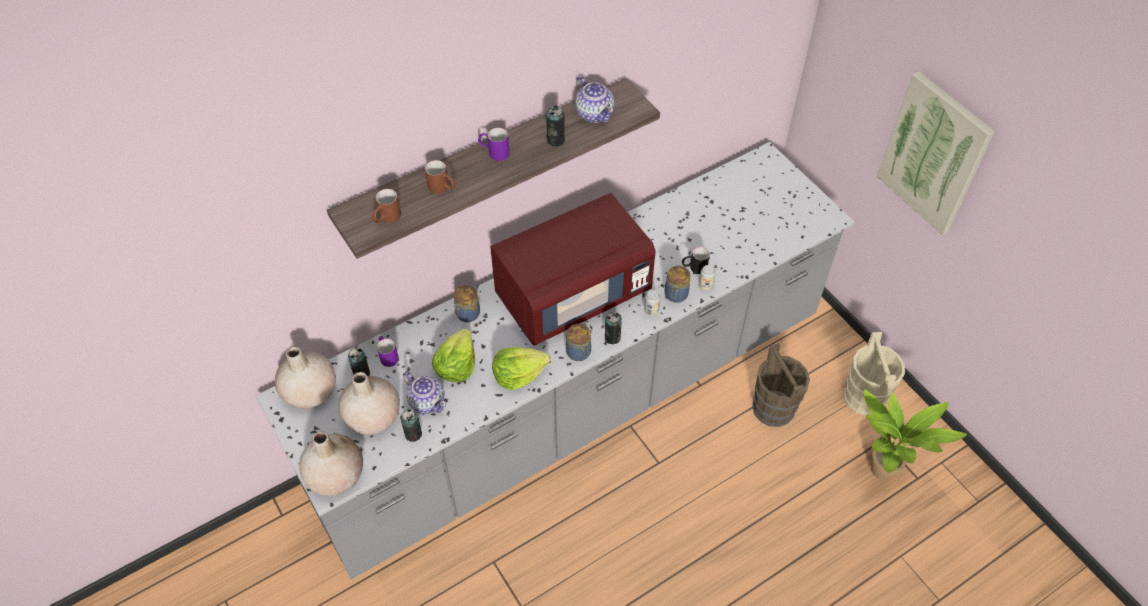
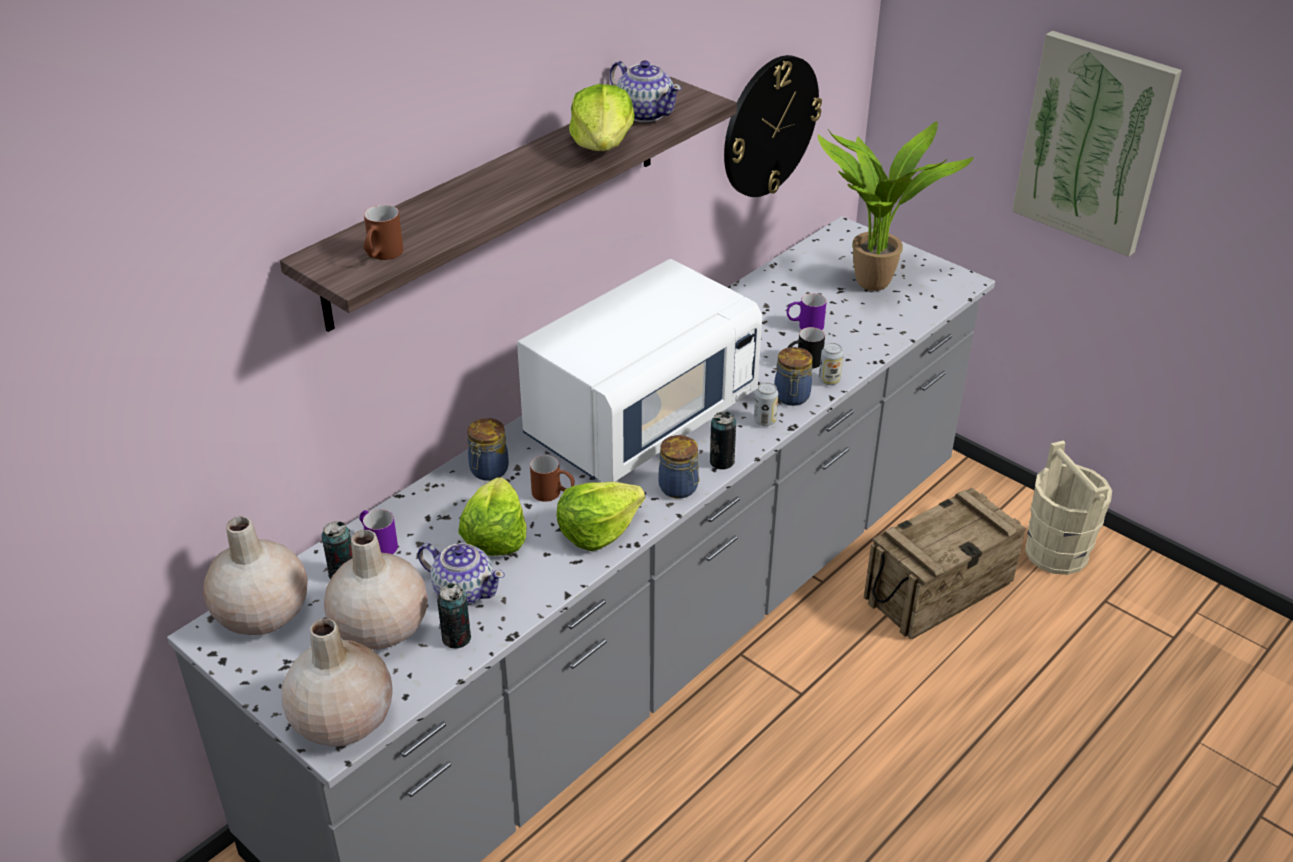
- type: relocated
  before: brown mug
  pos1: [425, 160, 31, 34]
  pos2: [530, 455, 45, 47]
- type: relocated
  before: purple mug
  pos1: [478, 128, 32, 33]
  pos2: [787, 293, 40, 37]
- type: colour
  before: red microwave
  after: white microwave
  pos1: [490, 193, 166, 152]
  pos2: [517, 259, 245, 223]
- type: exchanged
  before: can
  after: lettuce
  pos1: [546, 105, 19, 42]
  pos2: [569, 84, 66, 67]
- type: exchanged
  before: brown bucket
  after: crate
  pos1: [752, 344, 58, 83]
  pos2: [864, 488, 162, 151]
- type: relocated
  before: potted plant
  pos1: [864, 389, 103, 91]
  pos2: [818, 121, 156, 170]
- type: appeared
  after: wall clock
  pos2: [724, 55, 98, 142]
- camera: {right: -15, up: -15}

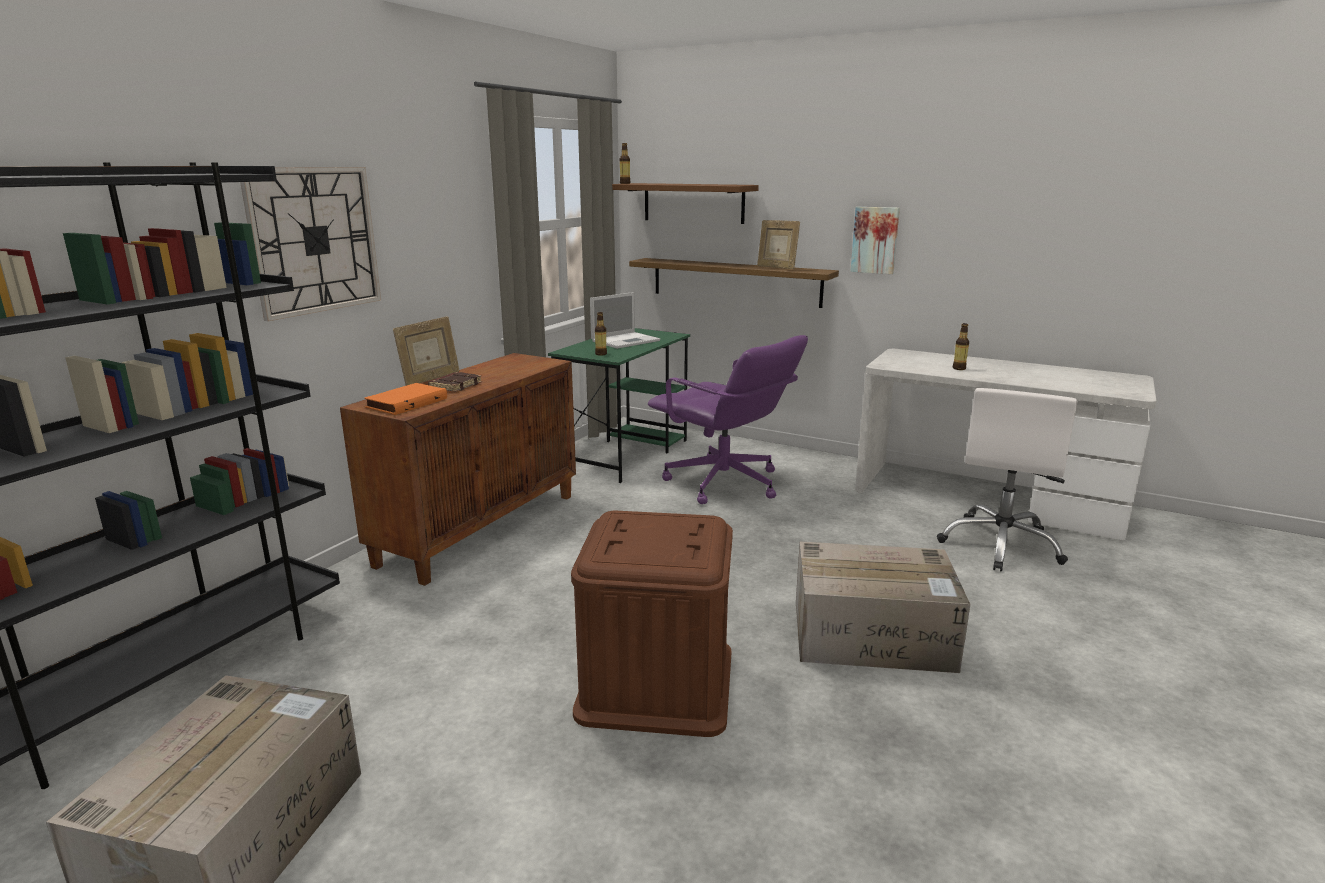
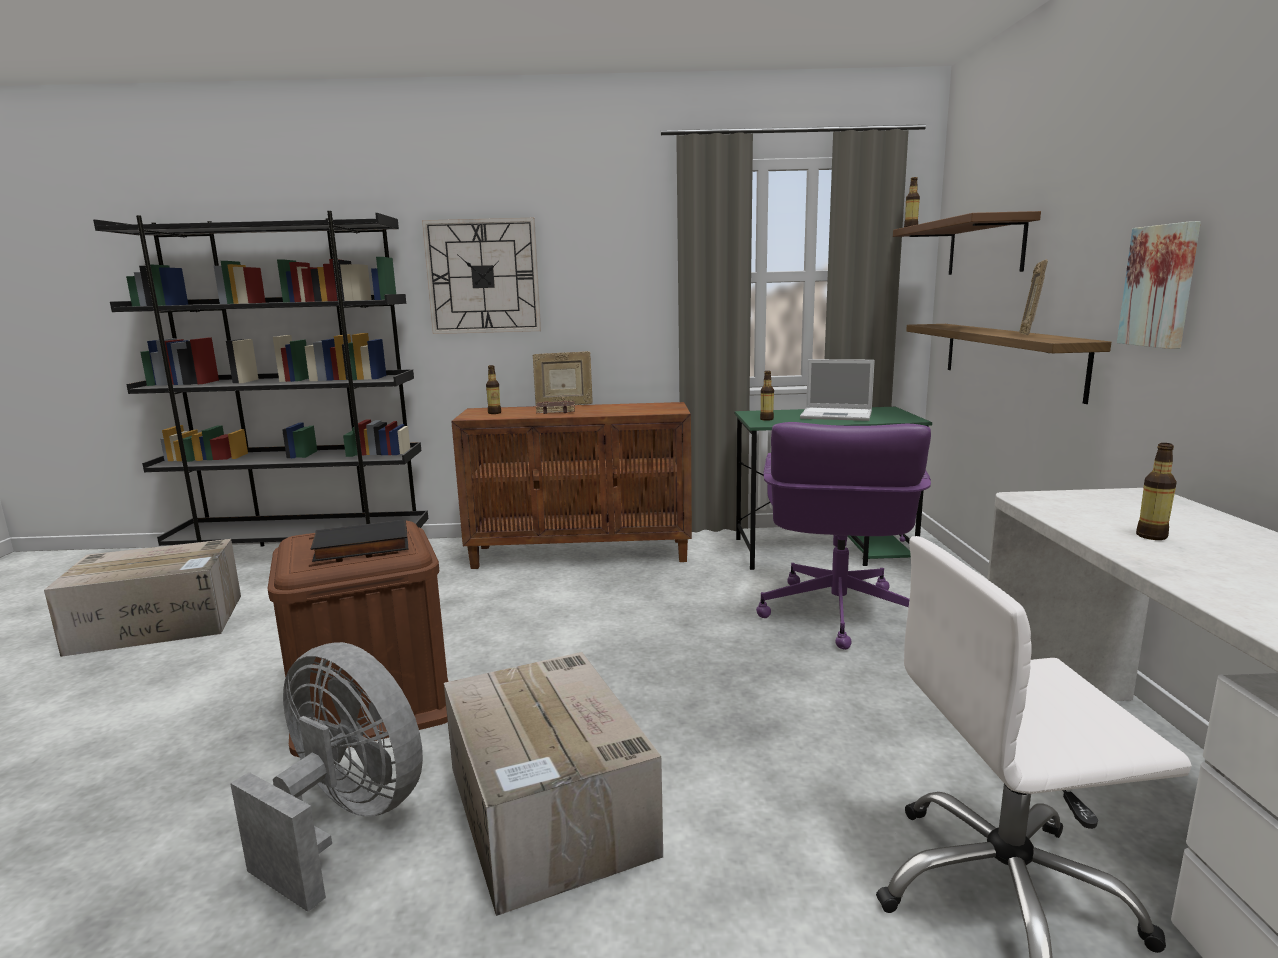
- type: exchanged
  before: orange book
  after: bottle
  pos1: [364, 383, 83, 32]
  pos2: [486, 365, 15, 49]
- type: appeared
  after: grey fan
  pos2: [230, 642, 193, 270]
- type: appeared
  after: black book
  pos2: [311, 520, 97, 42]
- camera: {right: 60, up: -5}

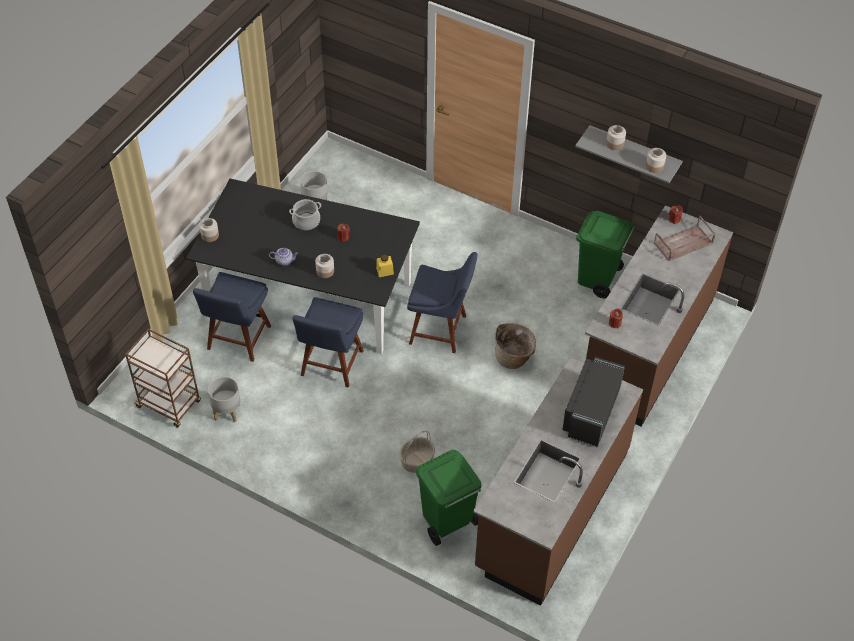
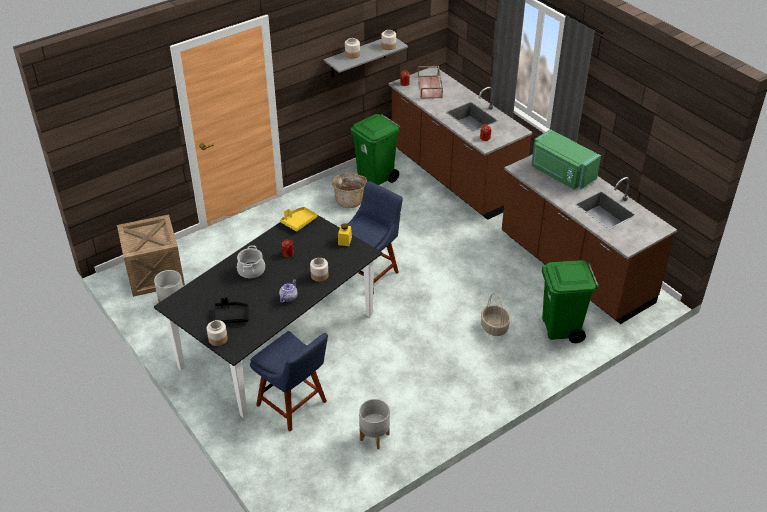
- type: missing
  before: brown cart
  pos1: [125, 329, 76, 99]
- type: missing
  before: blue chair
  pos1: [292, 297, 72, 91]
- type: relocated
  before: basket
  pos1: [495, 323, 41, 46]
  pos2: [332, 173, 35, 35]
- type: colour
  before: black microwave
  after: green microwave
  pos1: [562, 357, 63, 90]
  pos2: [531, 129, 70, 61]
- type: appeared
  after: crate
  pos2: [117, 215, 68, 82]
- type: appeared
  after: black tray
  pos2: [214, 297, 34, 27]
- type: appeared
  after: yellow tray
  pos2: [280, 207, 38, 25]
- camera: {right: -65, up: -10}

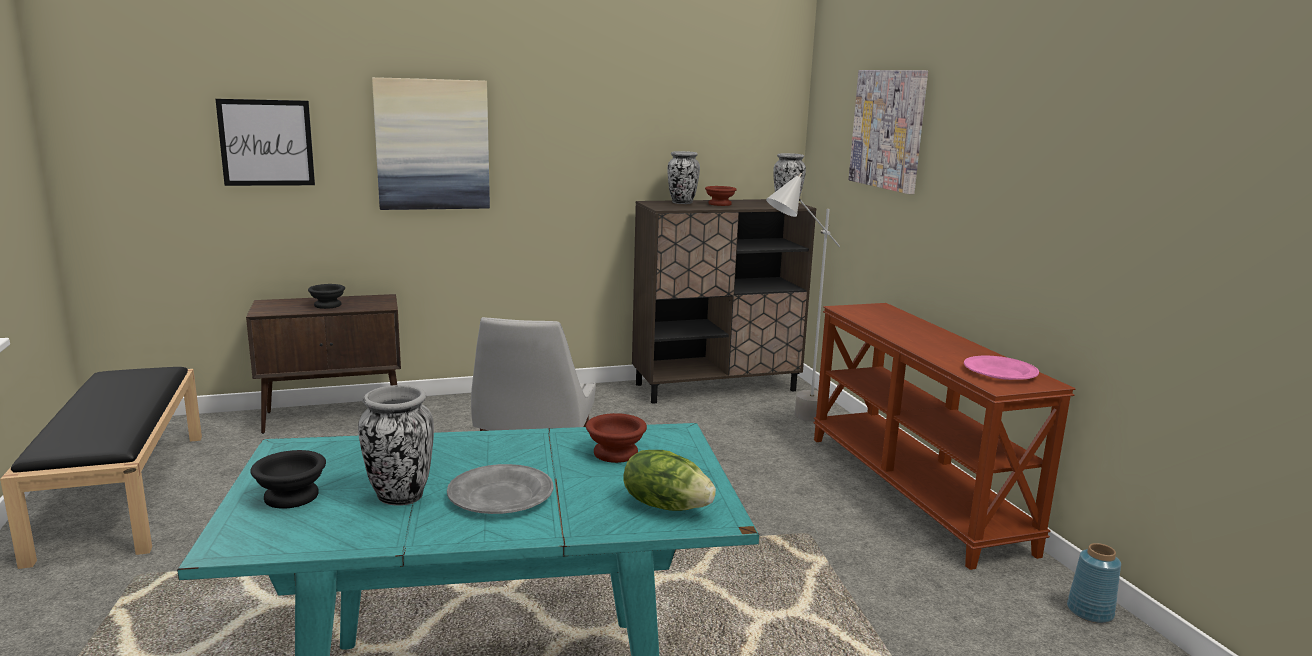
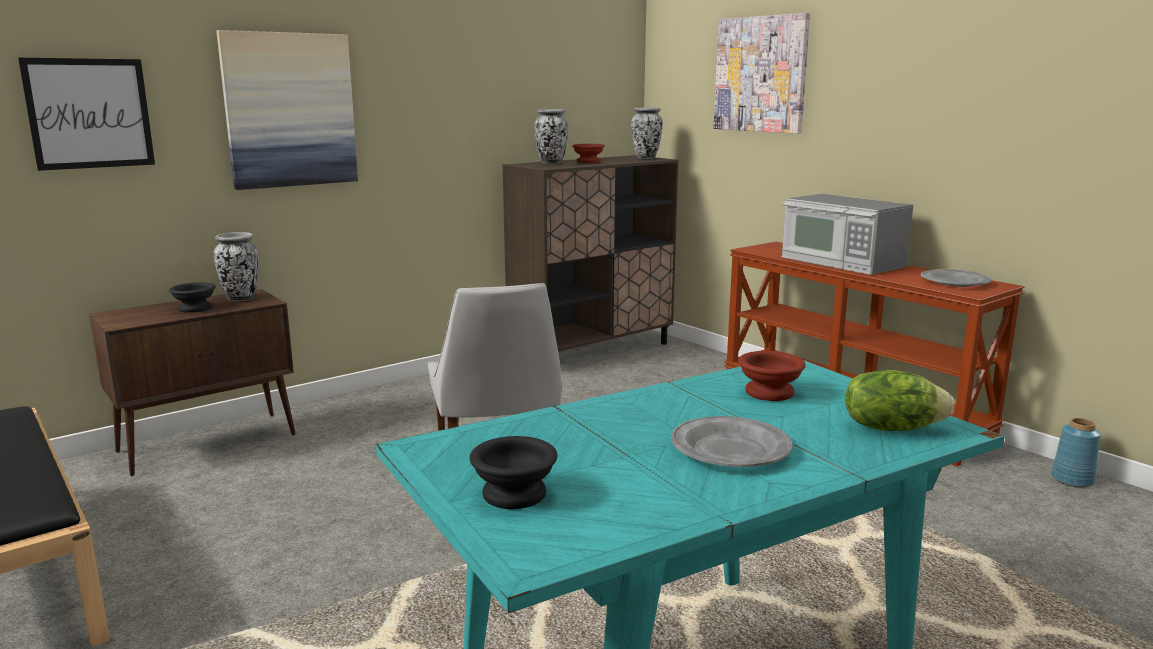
- type: relocated
  before: vase
  pos1: [358, 385, 76, 121]
  pos2: [213, 232, 46, 69]
- type: missing
  before: grey floor lamp
  pos1: [766, 173, 74, 249]
- type: colour
  before: pink plate
  after: grey plate
  pos1: [964, 356, 75, 24]
  pos2: [921, 269, 71, 18]
- type: appeared
  after: microwave
  pos2: [782, 194, 131, 81]
- camera: {right: -20, up: 0}

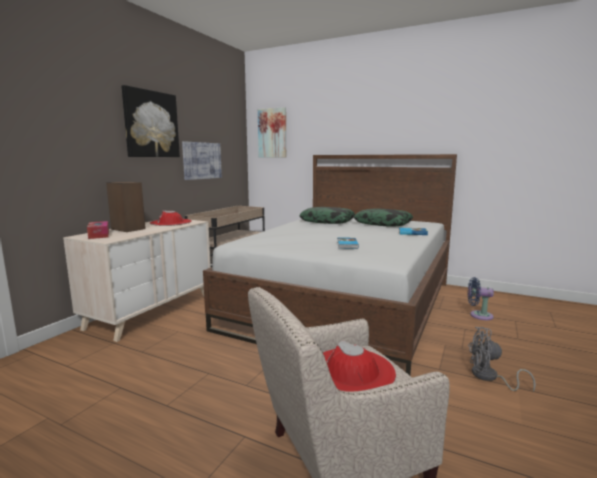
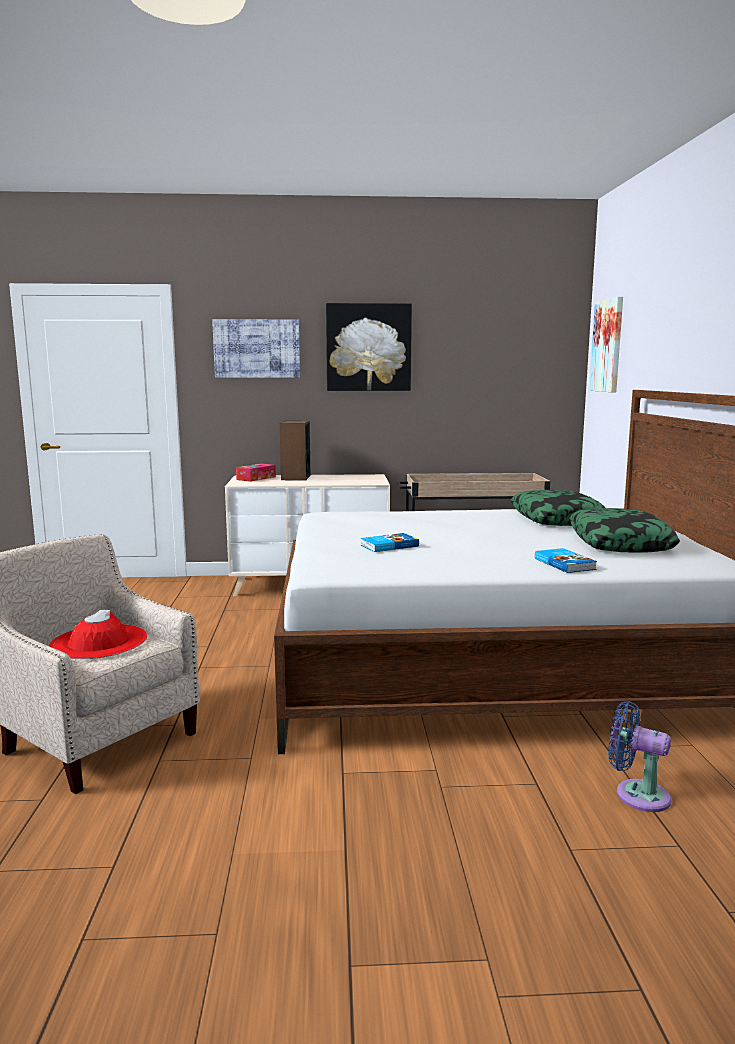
- type: missing
  before: red hat
  pos1: [150, 211, 42, 15]
- type: relocated
  before: picture
  pos1: [182, 141, 40, 39]
  pos2: [212, 319, 88, 59]
- type: spun
  before: blue fan
  pos1: [468, 277, 26, 43]
  pos2: [608, 701, 64, 111]
  turn: -45
- type: missing
  before: grey fan
  pos1: [468, 327, 68, 65]
- camera: {right: 60, up: 0}

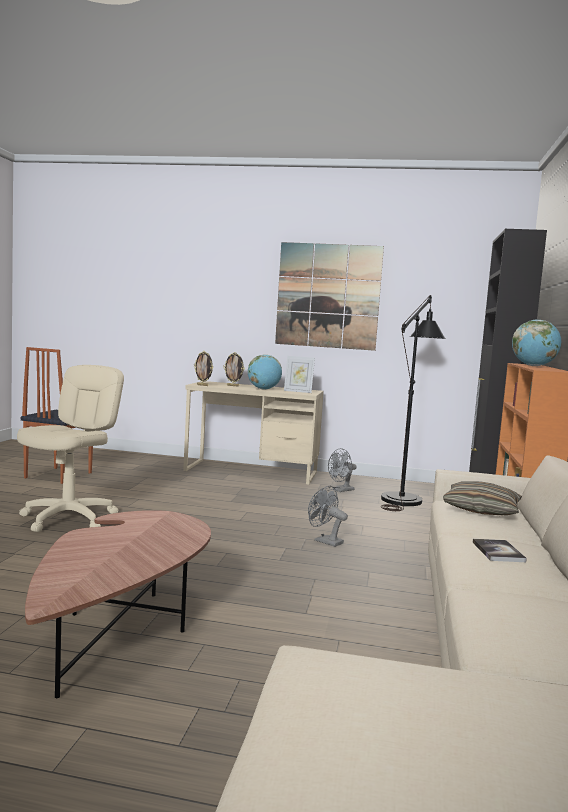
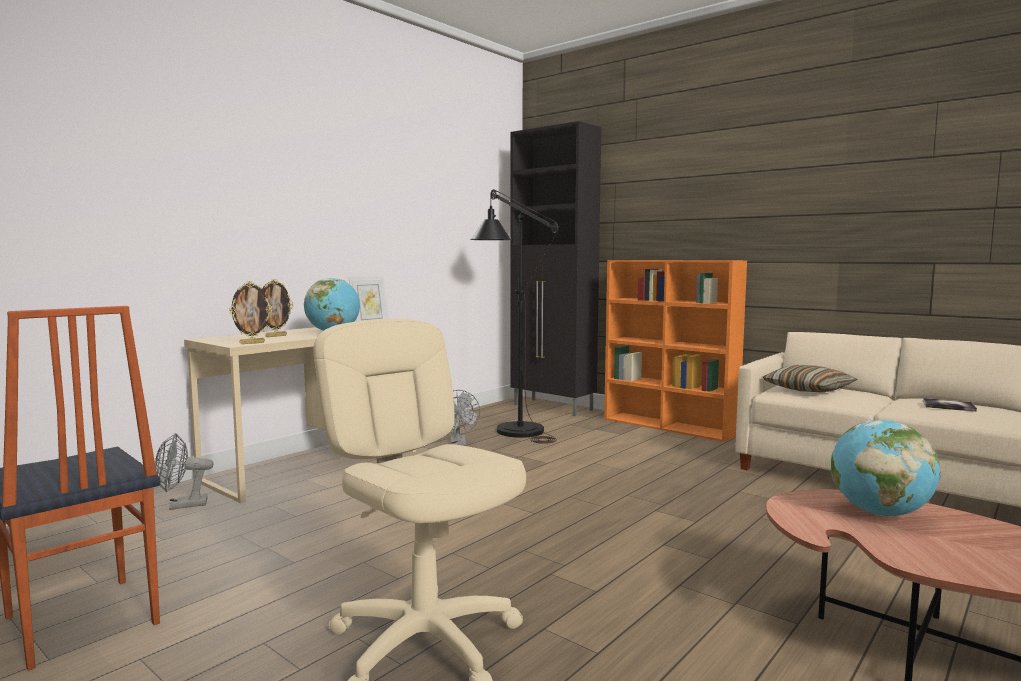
- type: missing
  before: picture
  pos1: [275, 242, 109, 109]
- type: relocated
  before: grey fan
  pos1: [308, 486, 40, 61]
  pos2: [155, 433, 58, 77]
- type: relocated
  before: globe
  pos1: [512, 319, 49, 47]
  pos2: [831, 420, 110, 97]
- camera: {right: -60, up: 0}

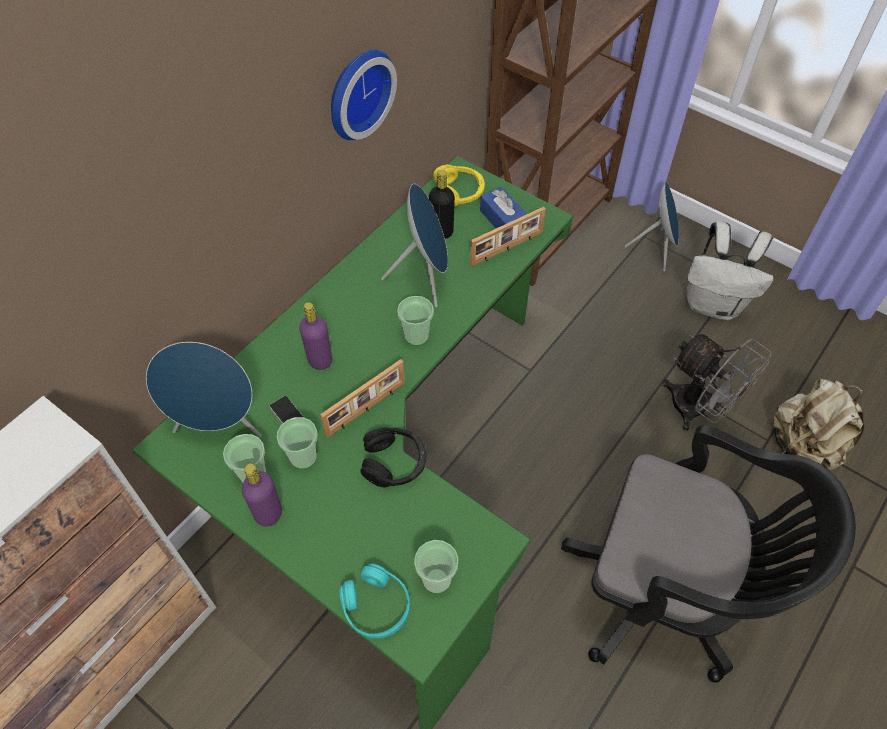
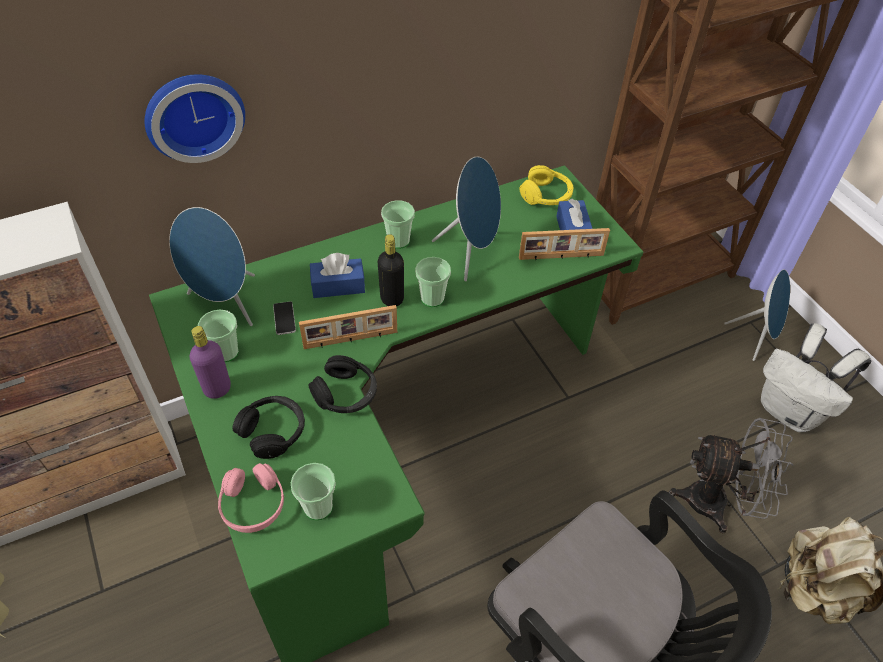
- type: relocated
  before: cup
  pos1: [277, 417, 40, 52]
  pos2: [381, 200, 34, 49]
- type: exchanged
  before: purple bottle
  after: blue tissue box
  pos1: [299, 302, 33, 68]
  pos2: [310, 253, 55, 45]
- type: relocated
  before: wall clock
  pos1: [331, 50, 66, 90]
  pos2: [144, 74, 101, 89]
- type: colour
  before: turquoise headphones
  after: pink headphones
  pos1: [339, 563, 71, 76]
  pos2: [218, 463, 66, 70]
- type: relocated
  before: black bottle
  pos1: [429, 170, 26, 69]
  pos2: [378, 234, 26, 72]
- type: spun
  before: grey fan
  pos1: [662, 334, 109, 97]
  pos2: [669, 418, 125, 115]
  turn: -60
- type: appeared
  after: black headphones
  pos2: [233, 396, 72, 63]
- camera: {right: 25, up: -5}

